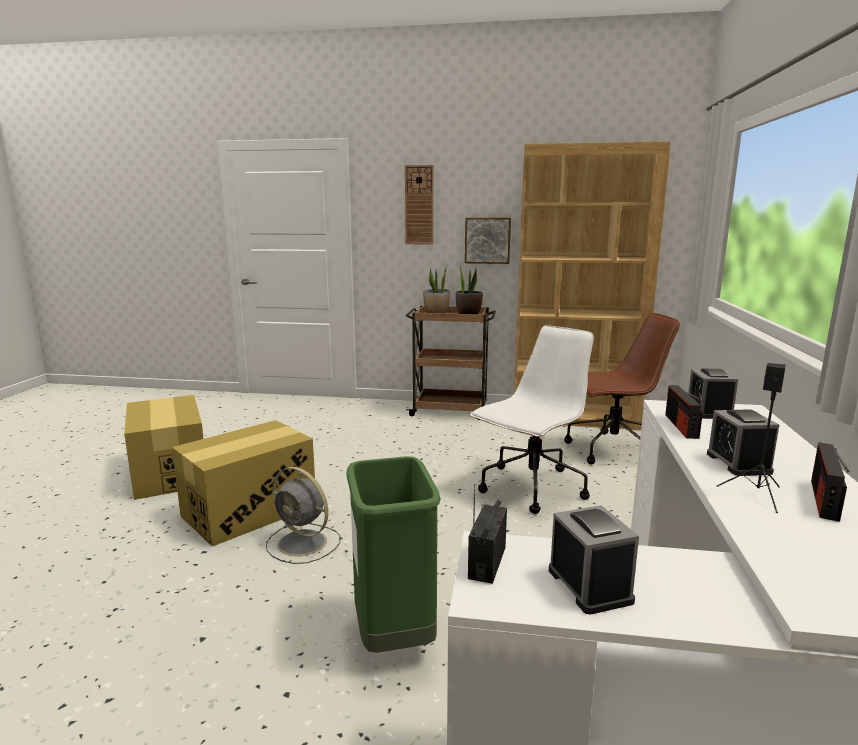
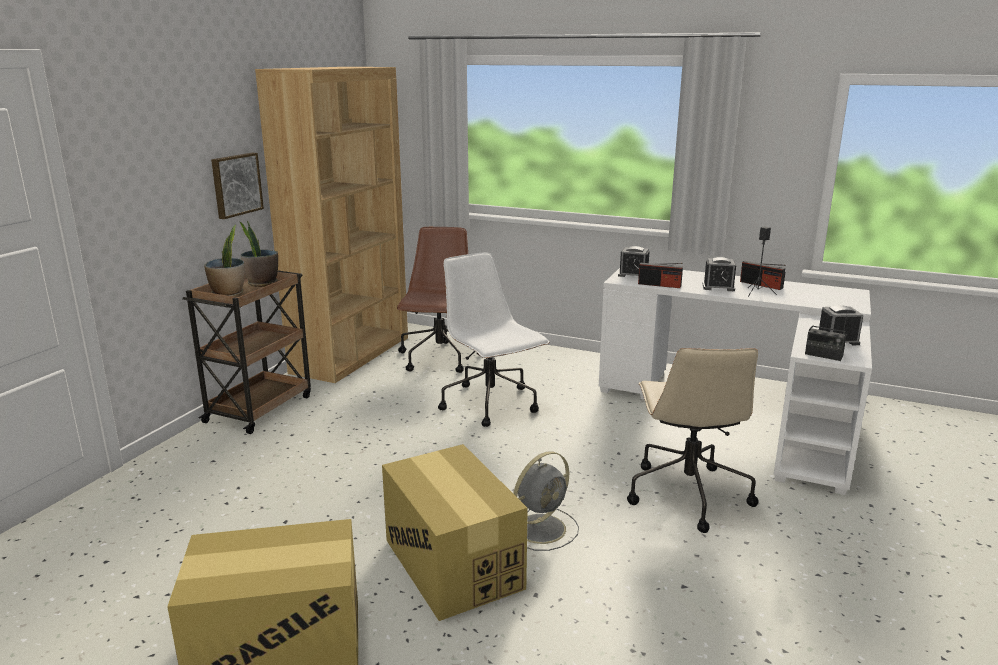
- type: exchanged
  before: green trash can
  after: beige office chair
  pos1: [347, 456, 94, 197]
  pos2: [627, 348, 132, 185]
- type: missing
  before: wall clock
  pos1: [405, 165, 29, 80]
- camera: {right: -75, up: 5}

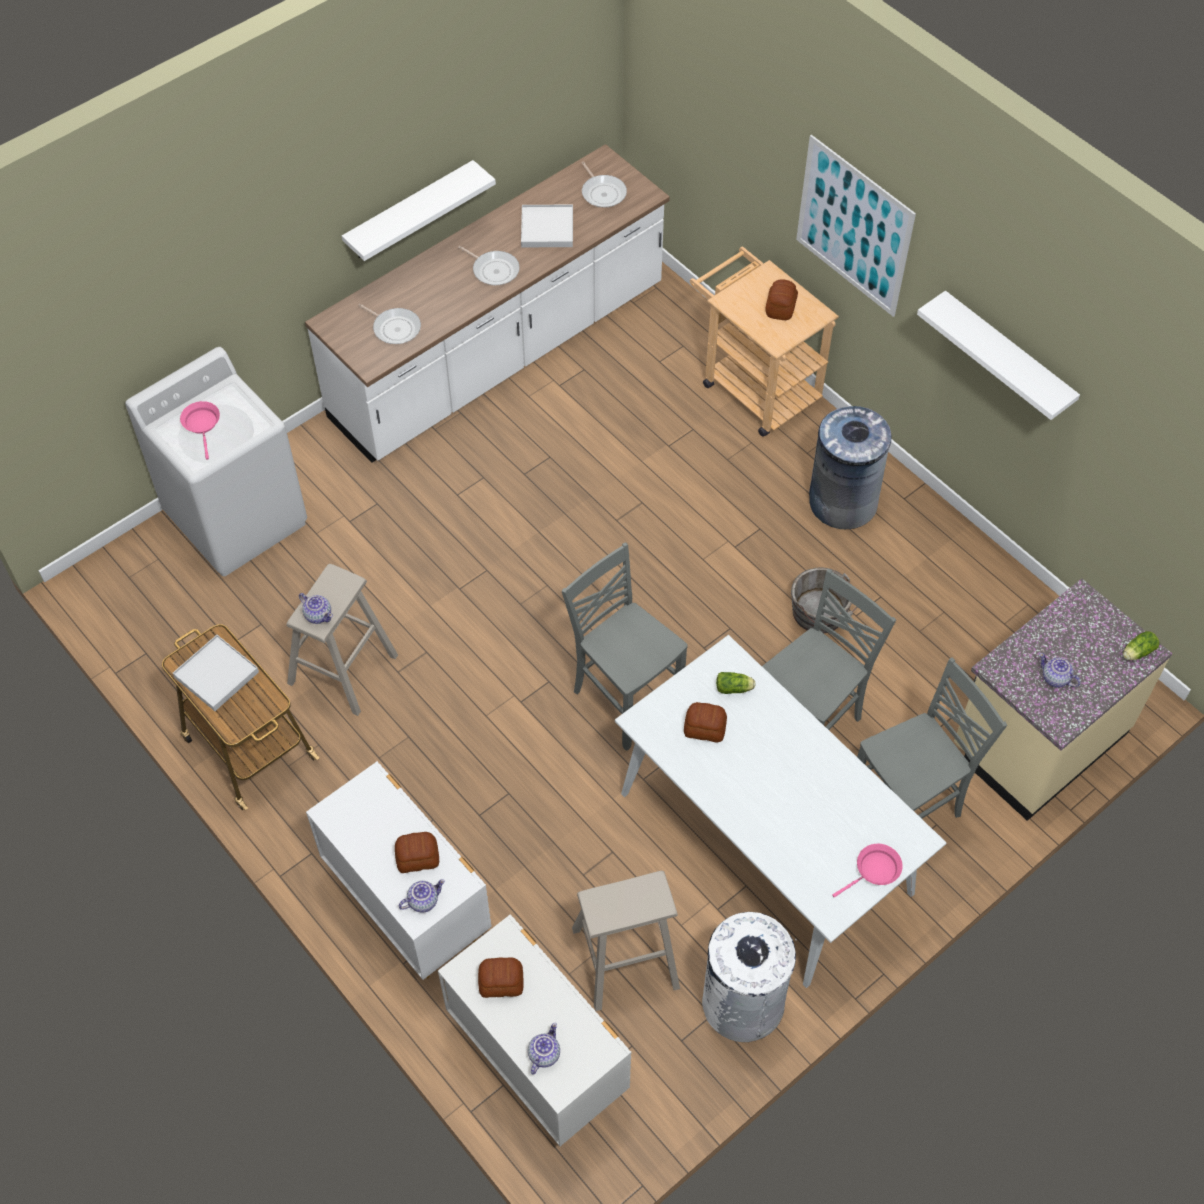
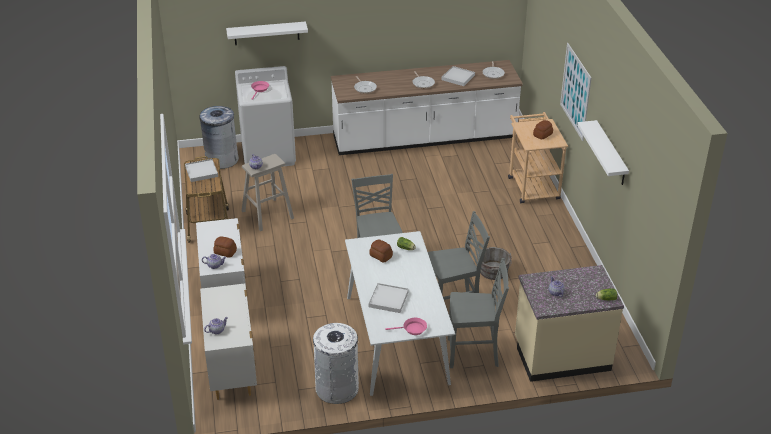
- type: relocated
  before: white shelf
  pos1: [342, 160, 154, 101]
  pos2: [226, 21, 82, 24]
- type: missing
  before: bread
  pos1: [478, 957, 46, 41]
- type: missing
  before: beige stool
  pos1: [572, 871, 108, 140]
- type: relocated
  before: grey trash can
  pos1: [809, 406, 83, 123]
  pos2: [199, 106, 40, 63]
- type: appeared
  after: white tray
  pos2: [369, 283, 40, 30]
- camera: {right: 30, up: -20}

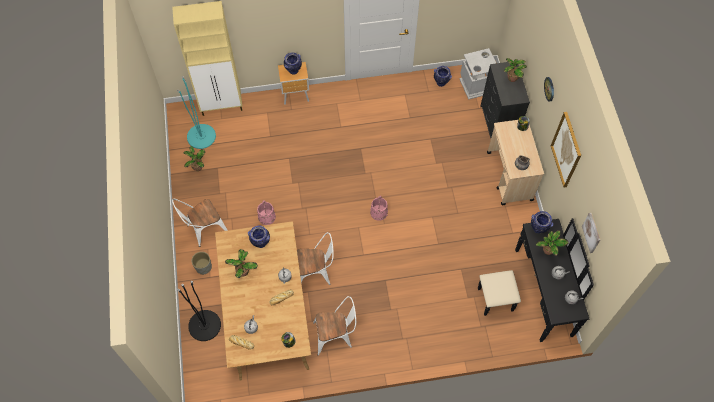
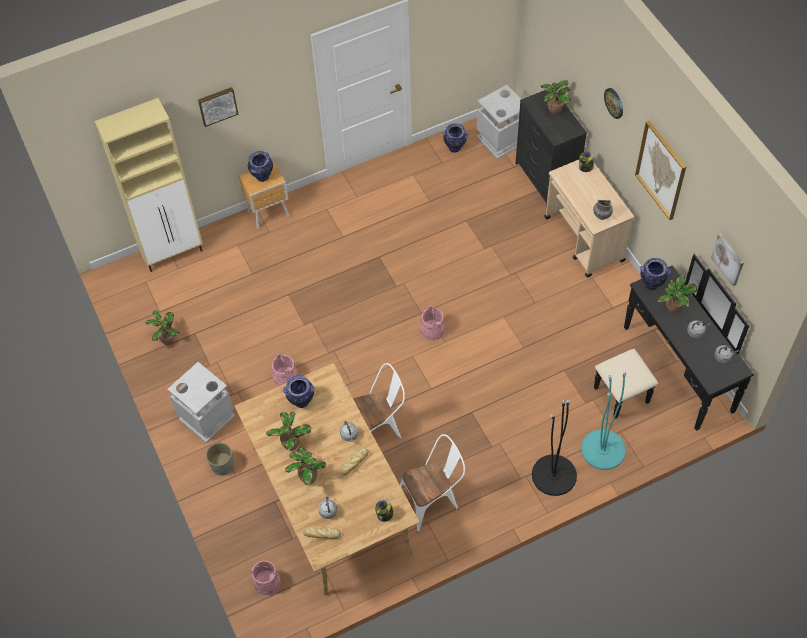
- type: exchanged
  before: white chair
  after: grey trash can
  pos1: [172, 199, 56, 48]
  pos2: [167, 362, 69, 81]
- type: relocated
  before: turquoise floor lamp
  pos1: [177, 76, 39, 73]
  pos2: [581, 372, 46, 98]
- type: relocated
  before: black floor lamp
  pos1: [177, 281, 44, 60]
  pos2: [532, 400, 45, 96]
- type: appeared
  after: picture
  pos2: [198, 87, 40, 40]
- type: appeared
  after: pink bucket
  pos2: [249, 560, 32, 35]
- type: appeared
  after: potted plant
  pos2: [285, 447, 41, 38]
- camera: {right: -15, up: -5}

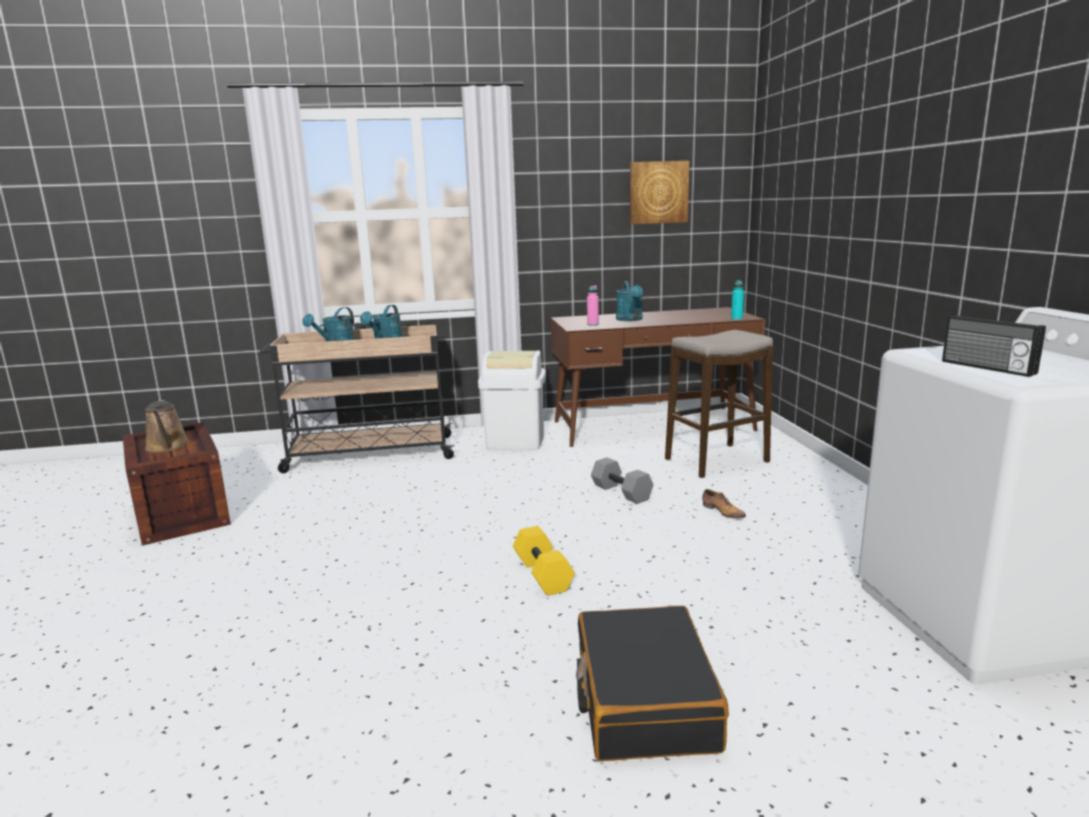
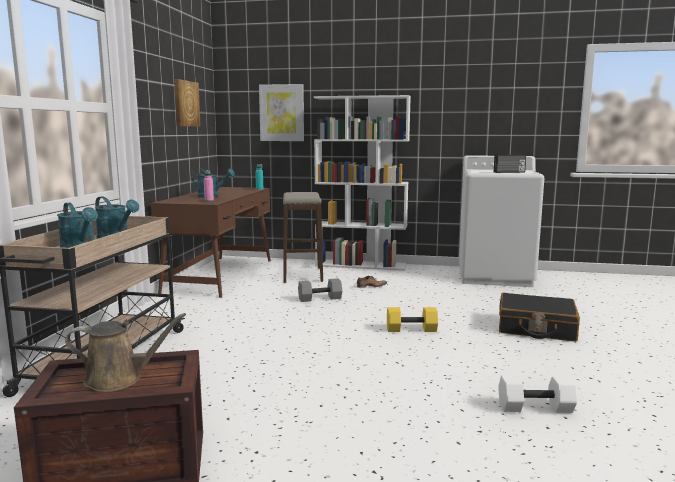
- type: missing
  before: white trash can
  pos1: [478, 350, 68, 100]
- type: appeared
  after: picture
  pos2: [259, 84, 45, 57]
- type: appeared
  after: white bookcase
  pos2: [314, 95, 97, 176]
- type: appeared
  after: white dumbbell
  pos2: [498, 376, 79, 37]
- camera: {right: -70, up: -5}

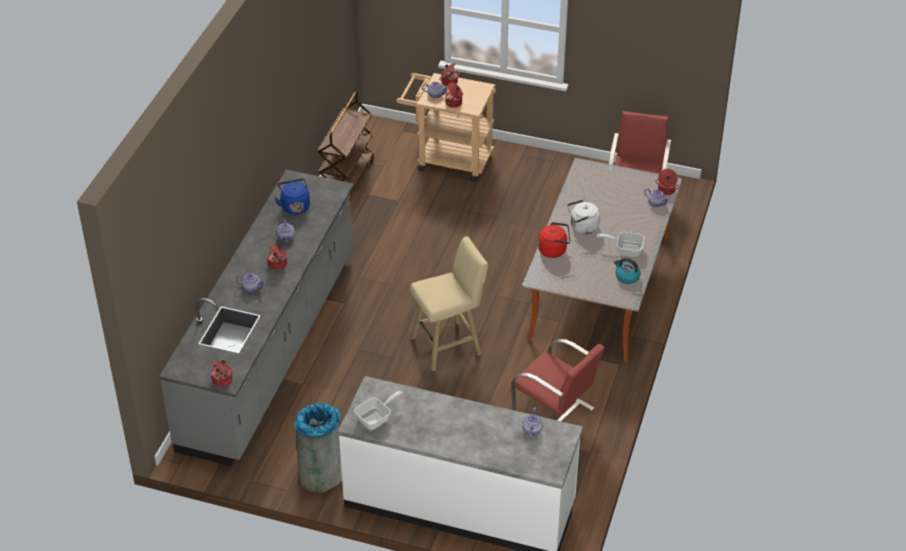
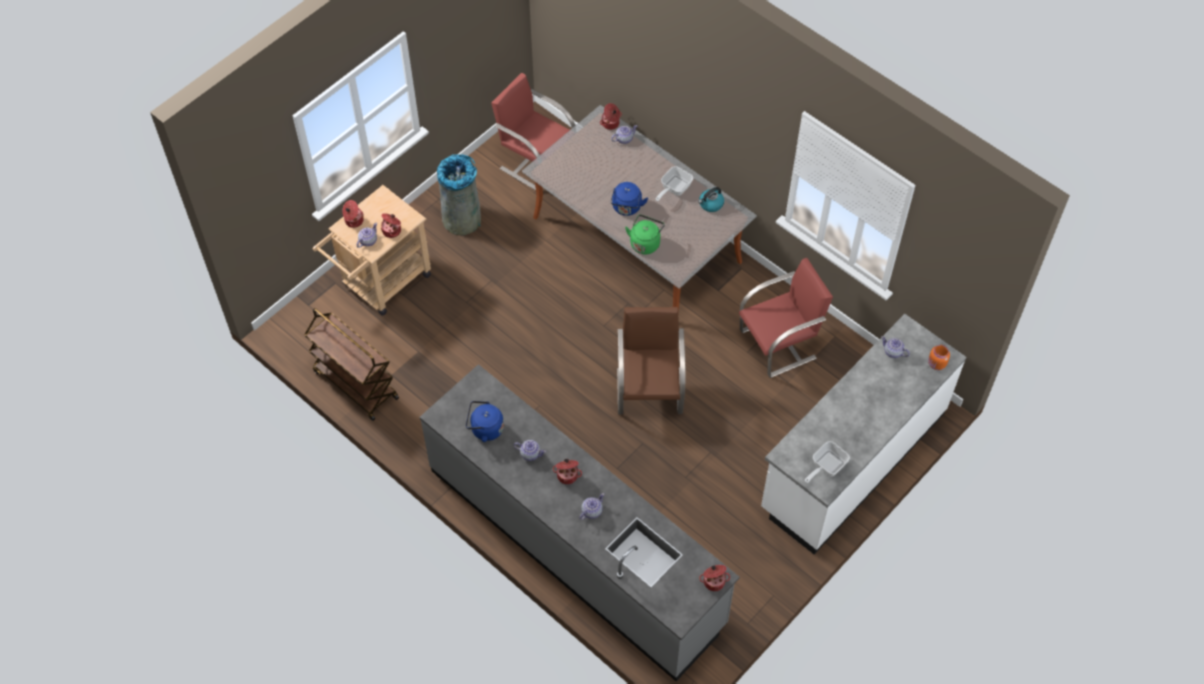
- type: relocated
  before: grey trash can
  pos1: [294, 403, 48, 90]
  pos2: [437, 154, 44, 81]
- type: spun
  before: frying pan
  pos1: [354, 390, 49, 40]
  pos2: [805, 441, 45, 42]
  turn: -120
- type: exchanged
  before: beige stool
  after: brown chair
  pos1: [410, 236, 78, 135]
  pos2: [617, 307, 68, 107]
- type: colour
  before: red kettle
  after: green kettle
  pos1: [538, 222, 32, 36]
  pos2: [625, 215, 40, 39]
- type: colour
  before: white kettle
  after: blue kettle
  pos1: [567, 200, 33, 34]
  pos2: [610, 182, 38, 34]
- type: appeared
  after: orange jar
  pos2: [928, 345, 22, 25]
- camera: {right: -65, up: 15}

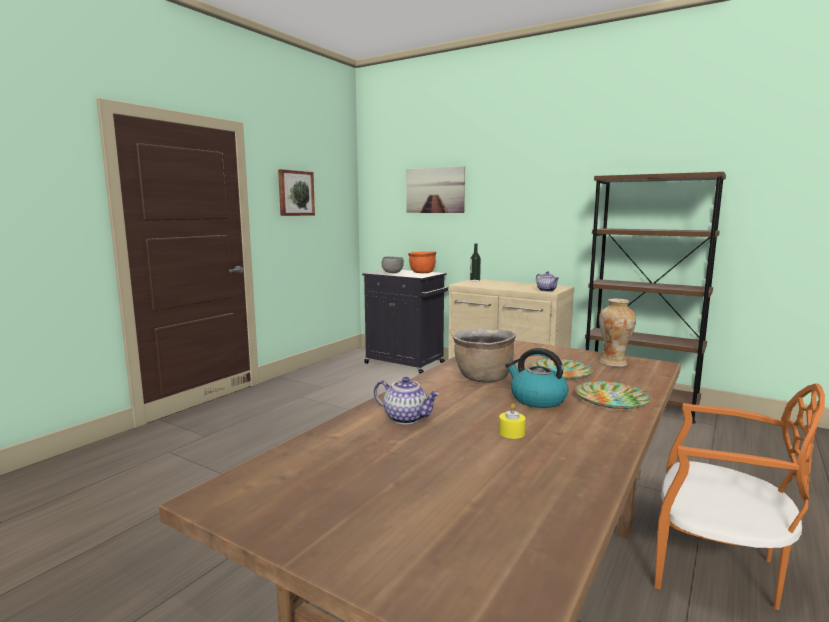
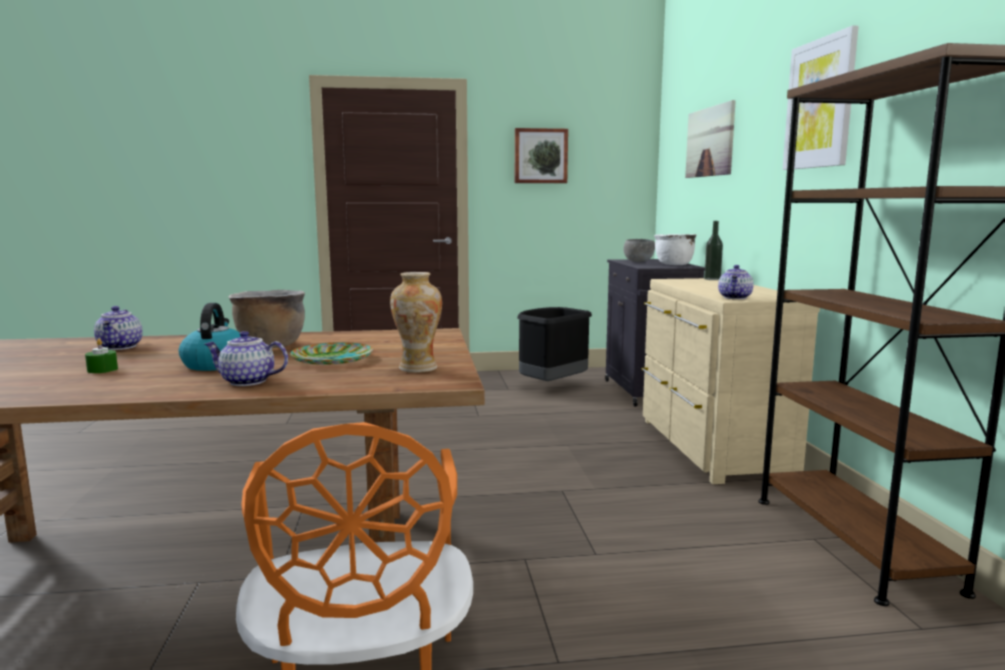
- type: colour
  before: orange cooking pot
  after: white cooking pot
  pos1: [408, 251, 28, 22]
  pos2: [654, 234, 42, 31]
- type: colour
  before: yellow candle
  after: green candle
  pos1: [499, 404, 27, 35]
  pos2: [85, 339, 33, 34]
- type: exchanged
  before: plate
  after: teapot
  pos1: [575, 381, 76, 28]
  pos2: [205, 331, 83, 55]
- type: appeared
  after: black trash can
  pos2: [517, 307, 75, 74]
- type: appeared
  after: picture
  pos2: [783, 25, 76, 145]
- camera: {right: 50, up: 0}

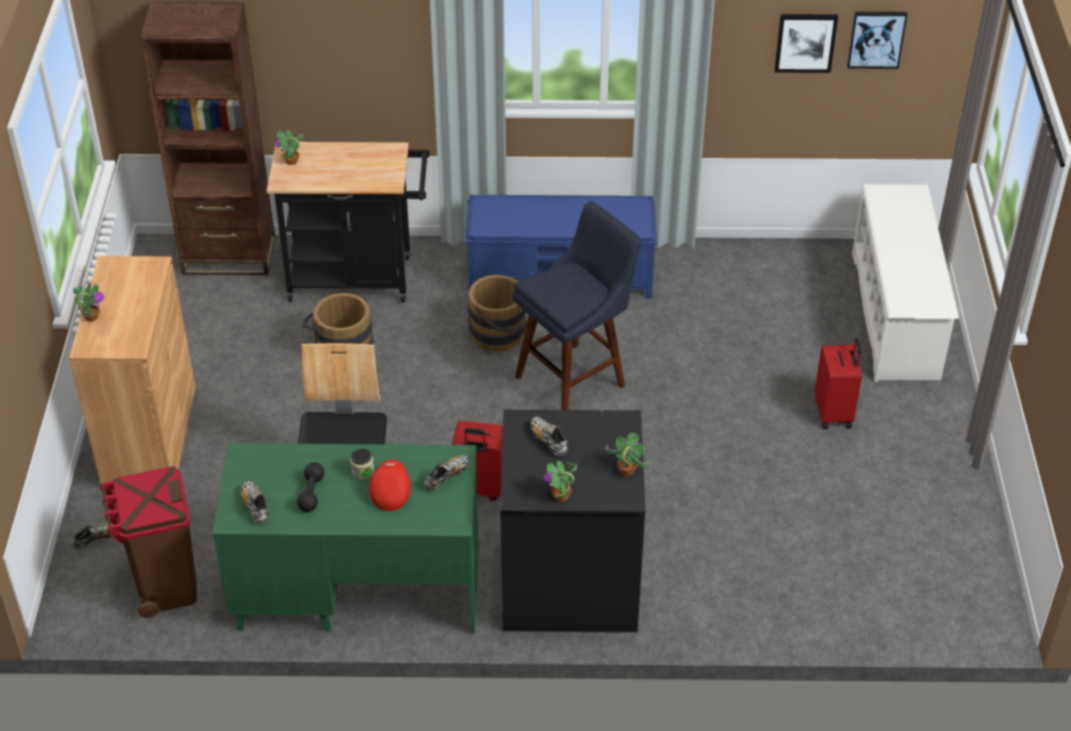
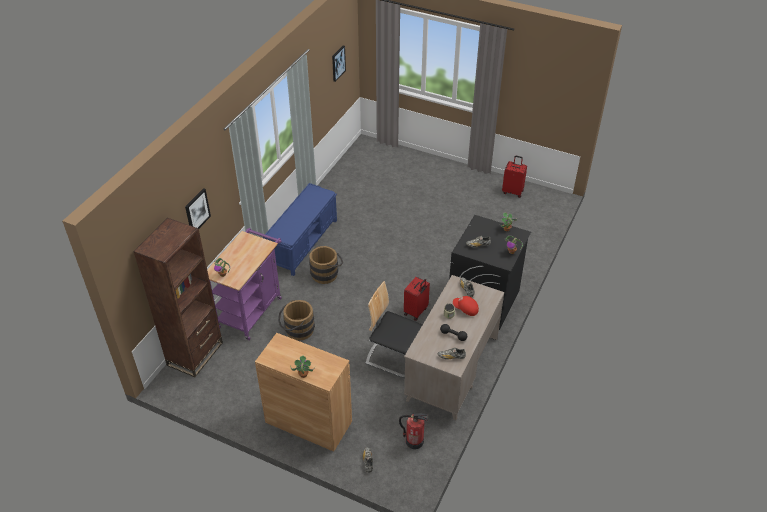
- type: exchanged
  before: brown trash can
  after: fire extinguisher
  pos1: [100, 466, 97, 152]
  pos2: [399, 413, 29, 36]
- type: colour
  before: green desk
  after: beige desk
  pos1: [212, 443, 267, 190]
  pos2: [404, 275, 100, 145]
- type: colour
  before: black cart
  after: purple cart
  pos1: [267, 142, 163, 160]
  pos2: [207, 228, 75, 112]
- type: missing
  before: blue stool
  pos1: [512, 201, 129, 209]
- type: relocated
  before: picture
  pos1: [774, 14, 64, 59]
  pos2: [185, 188, 26, 40]
- type: relocated
  before: red suitcase
  pos1: [815, 338, 47, 91]
  pos2: [502, 156, 25, 42]
- type: missing
  before: white shoe rack
  pos1: [852, 184, 107, 198]
- camera: {right: -65, up: 0}

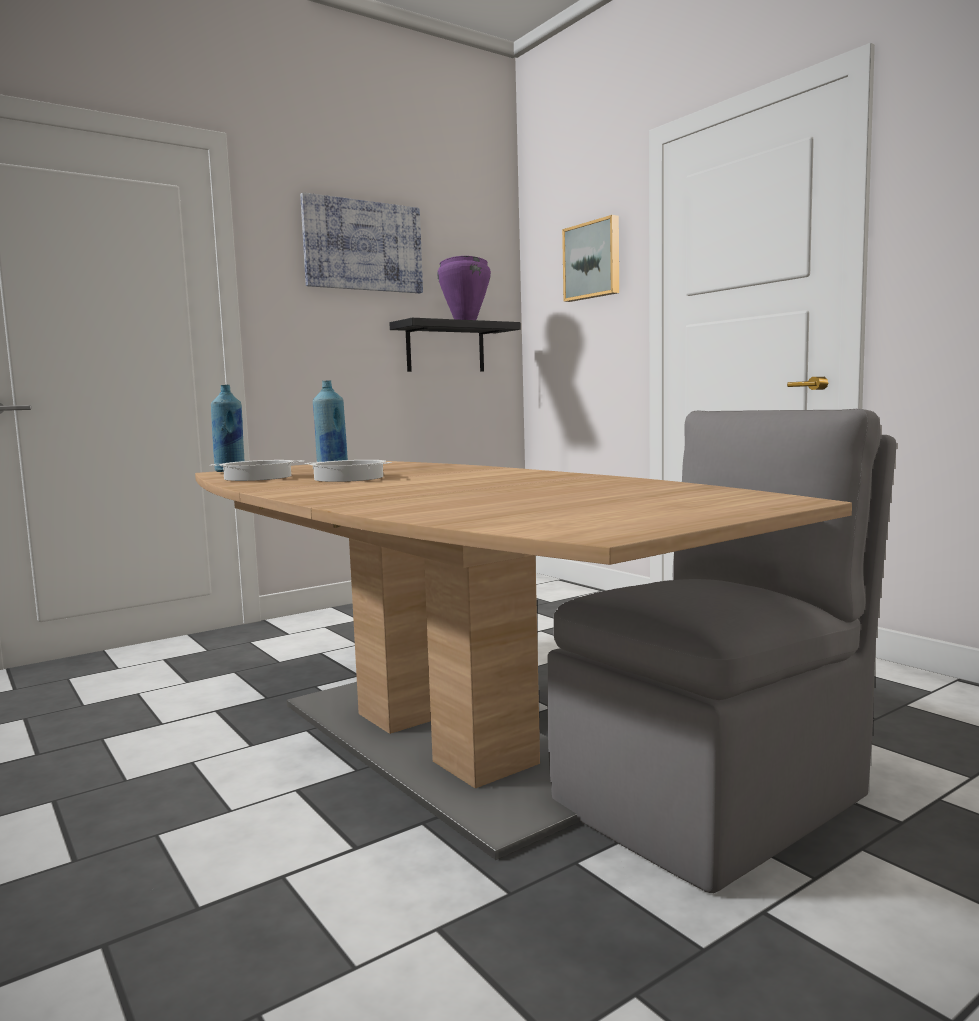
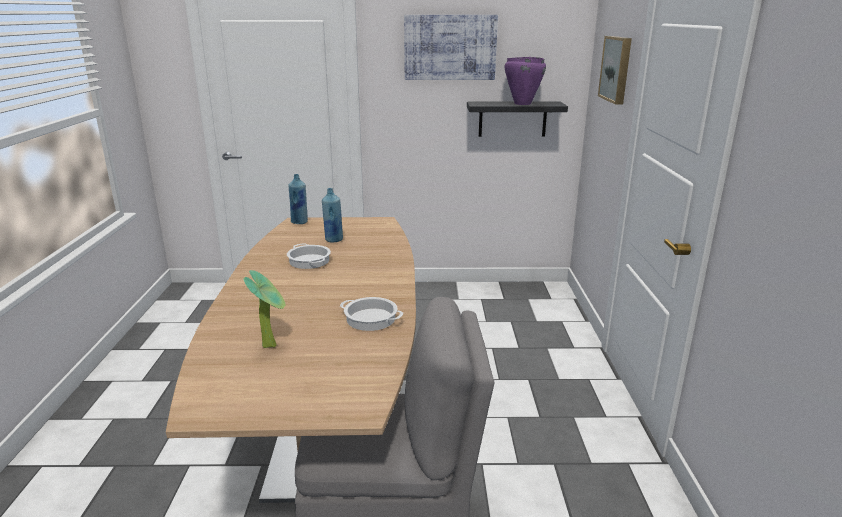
- type: relocated
  before: cooking pot
  pos1: [210, 460, 94, 21]
  pos2: [340, 297, 63, 34]
- type: appeared
  after: potted plant
  pos2: [243, 270, 42, 78]
- camera: {right: 35, up: 15}

